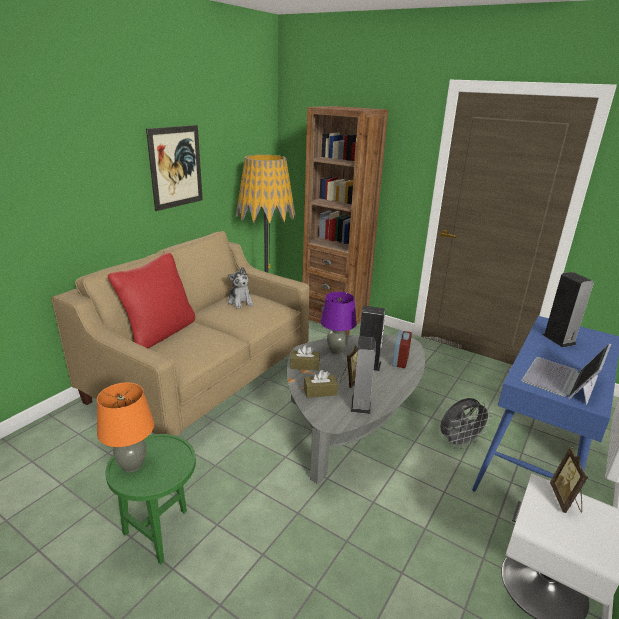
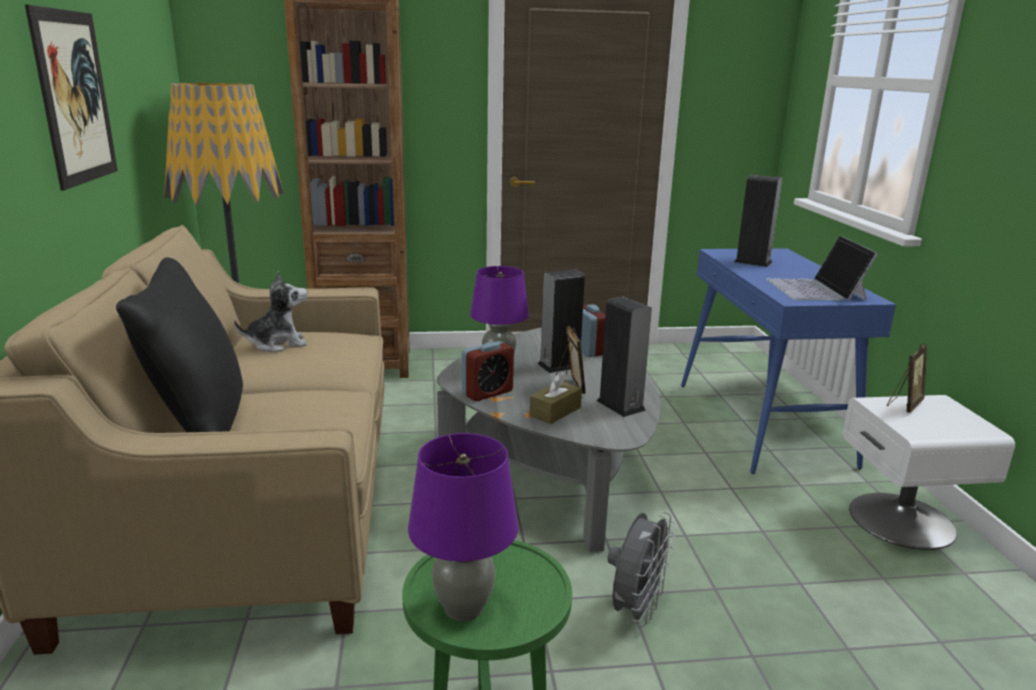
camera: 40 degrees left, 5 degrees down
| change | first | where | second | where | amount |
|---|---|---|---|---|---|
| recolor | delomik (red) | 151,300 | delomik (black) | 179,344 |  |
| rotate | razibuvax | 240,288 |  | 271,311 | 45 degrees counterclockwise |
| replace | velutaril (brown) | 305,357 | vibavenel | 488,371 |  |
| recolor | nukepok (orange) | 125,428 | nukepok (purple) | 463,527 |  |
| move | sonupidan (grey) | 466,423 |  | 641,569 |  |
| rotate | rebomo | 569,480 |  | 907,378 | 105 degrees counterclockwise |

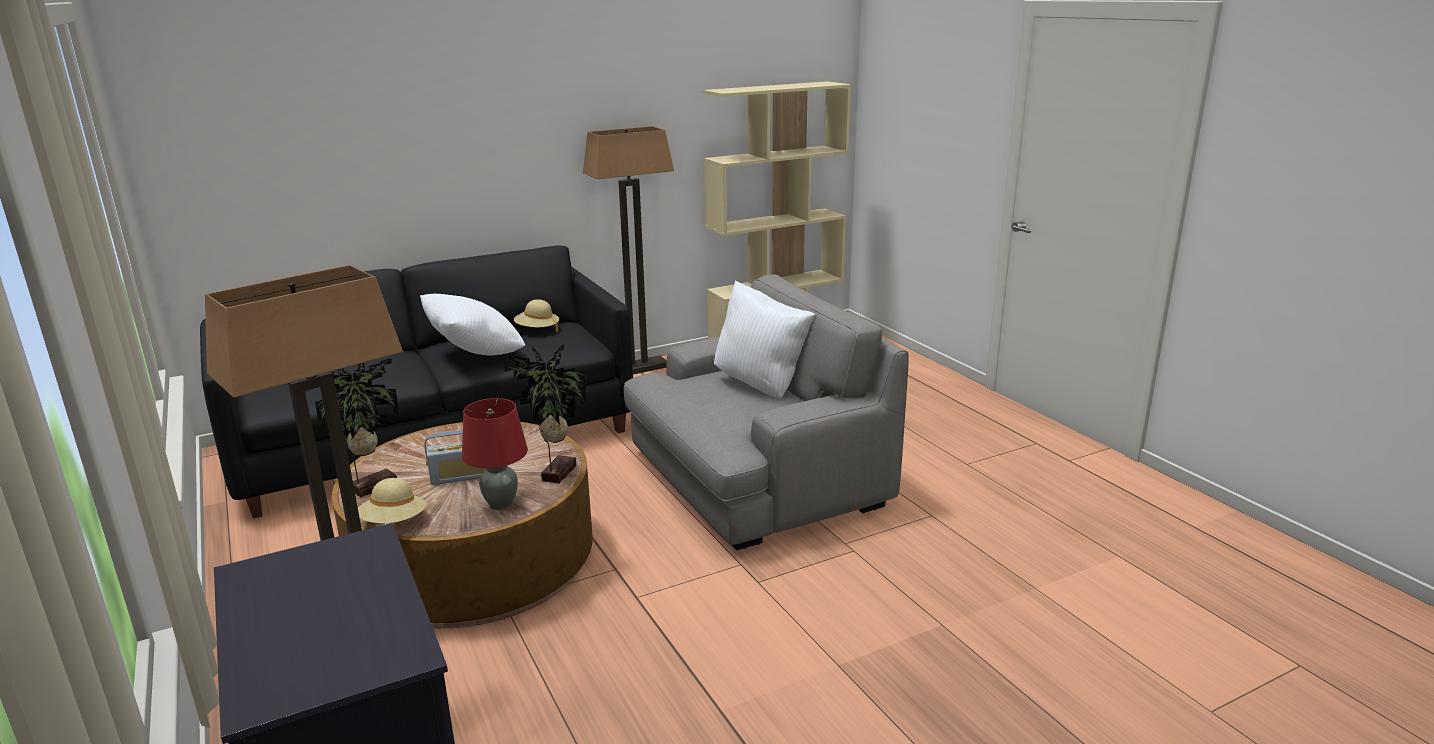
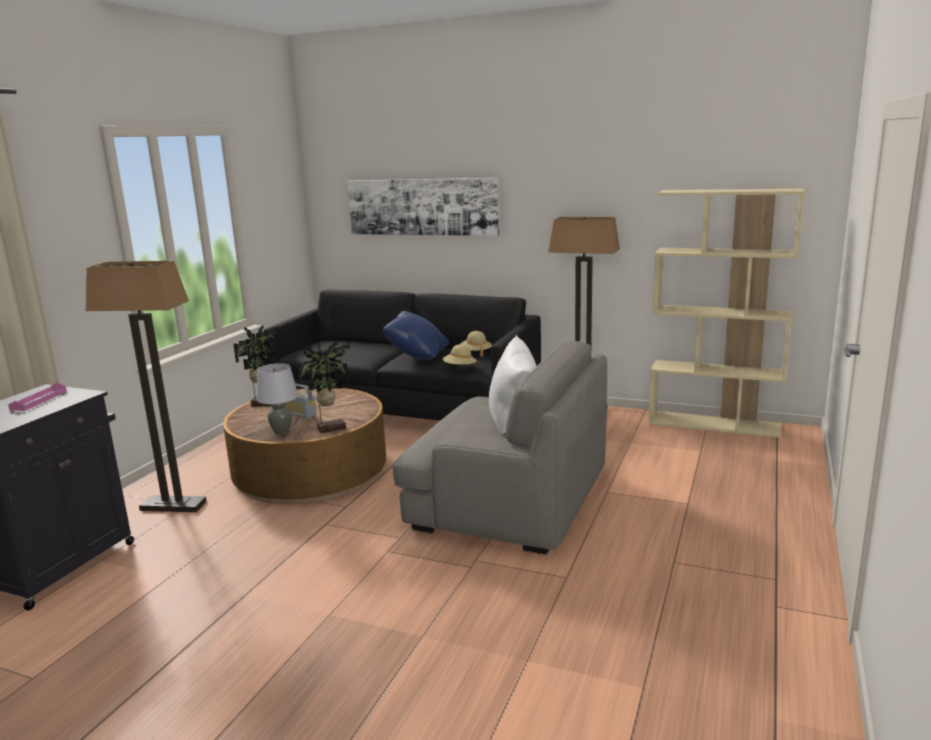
camera: 50 degrees right, 5 degrees down
| change | first | where | second | where | amount |
|---|---|---|---|---|---|
| recolor | delomik (white) | 472,324 | delomik (blue) | 416,335 |  |
| recolor | nukepok (red) | 495,454 | nukepok (grey) | 277,398 |  |
| move | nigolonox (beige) | 392,500 |  | 460,354 |  |
| insert |  |  | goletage | 423,207 |  |
| insert |  |  | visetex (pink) | 37,396 |  |

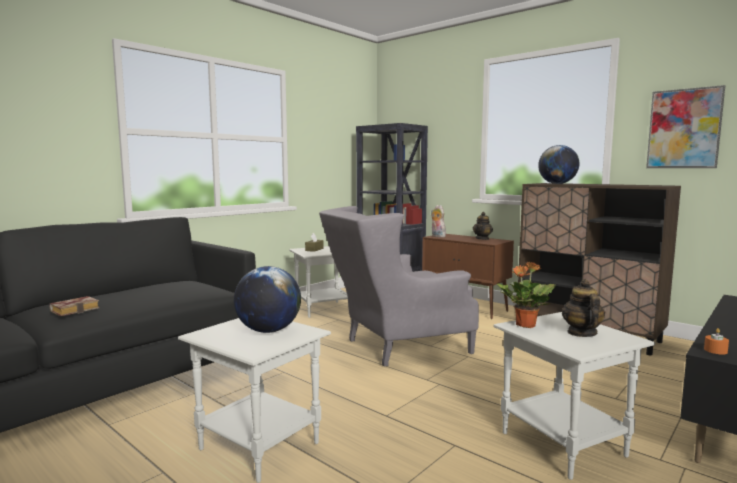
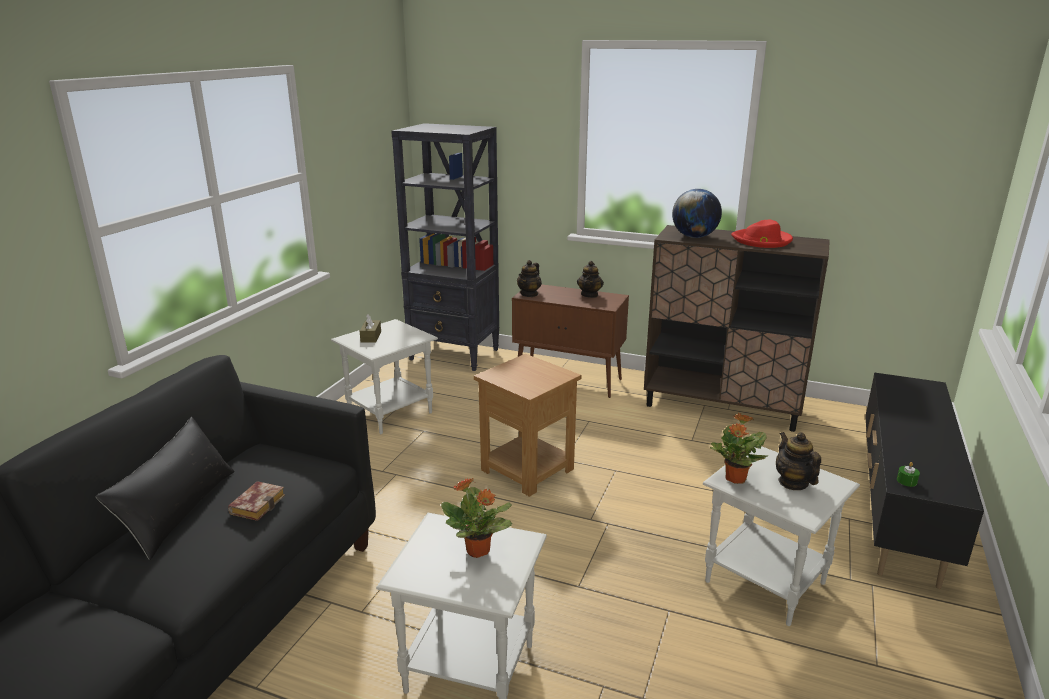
camera: 20 degrees left, 15 degrees up
| change | first | where | second | where | amount |
|---|---|---|---|---|---|
| delete | goletage | 685,126 |  |  |  |
| replace | razibuvax | 438,221 | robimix | 529,278 |  |
| replace | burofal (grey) | 399,286 | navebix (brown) | 528,425 |  |
| replace | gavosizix | 267,299 | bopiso | 476,518 |  |
| move | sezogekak | 75,306 |  | 256,501 |  |
| recolor | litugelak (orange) | 716,341 | litugelak (green) | 908,474 |  |
| insert |  |  | nigolonox (red) | 762,234 |  |
| insert |  |  | delomik (black) | 165,488 |  |

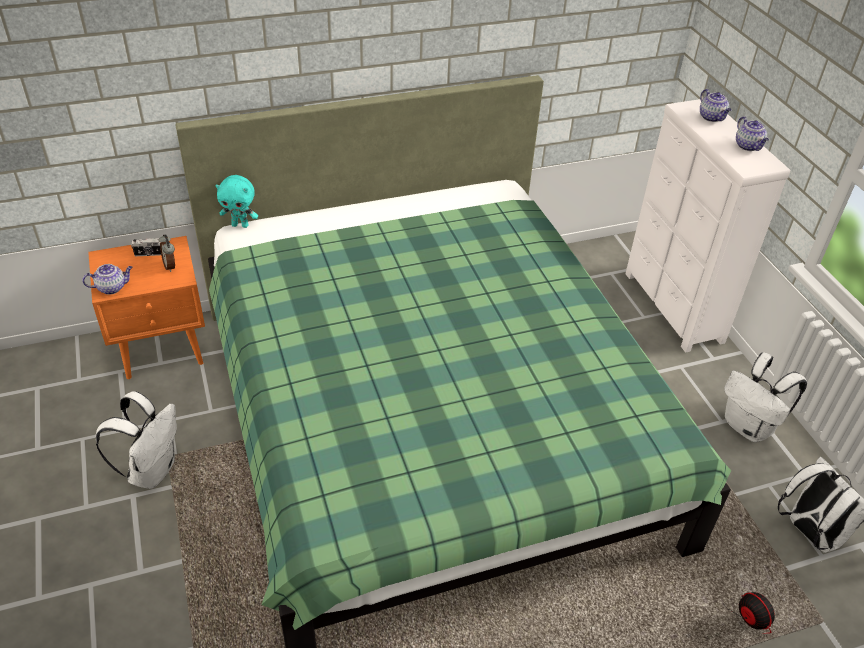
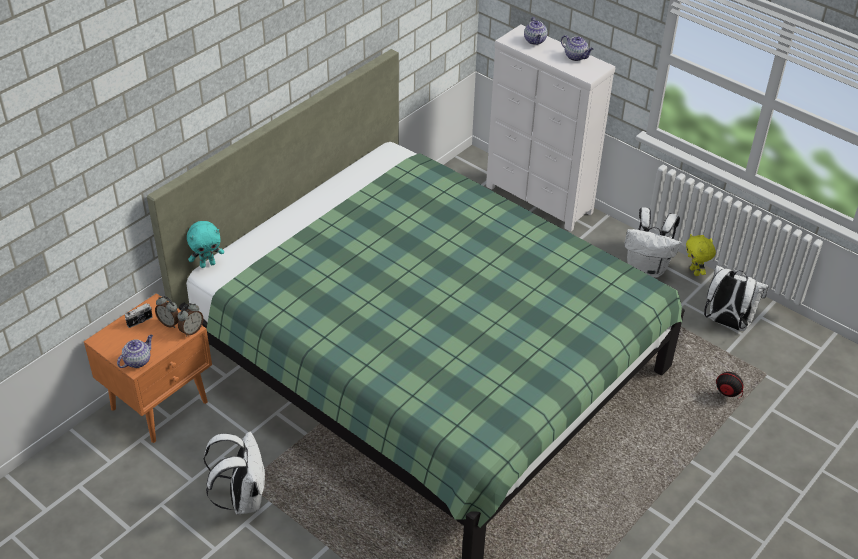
camera: 30 degrees left, 0 degrees up
| change | first | where | second | where | amount |
|---|---|---|---|---|---|
| rotate | robimix | 715,105 |  | 535,31 | 45 degrees clockwise |
| insert |  |  | razibuvax (yellow) | 701,255 |  |
| insert |  |  | vibavenel | 191,320 |  |

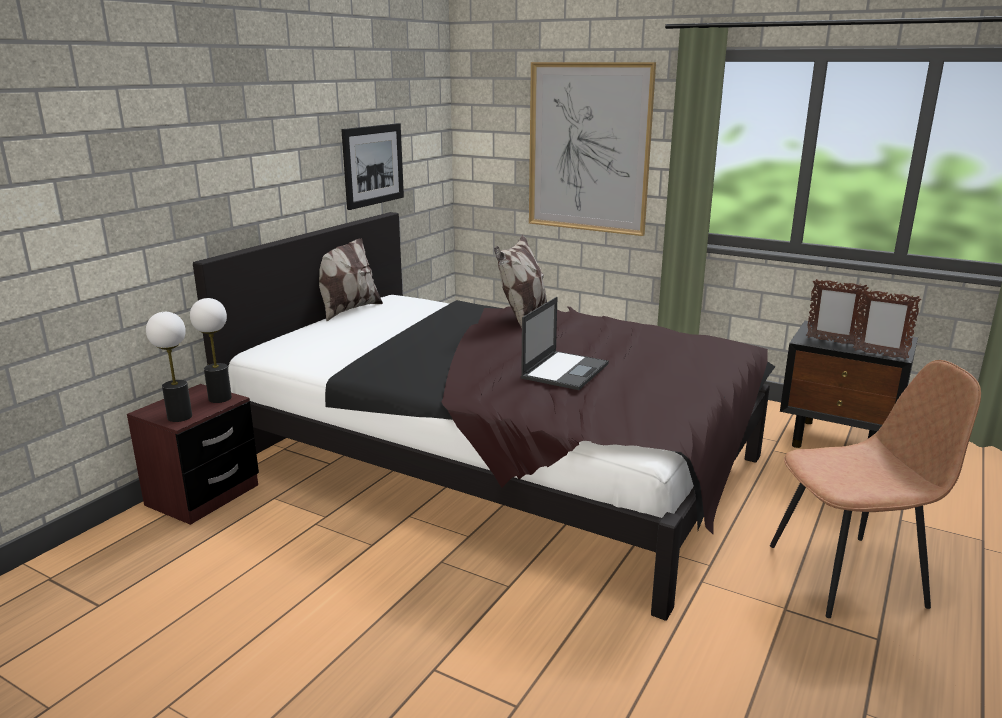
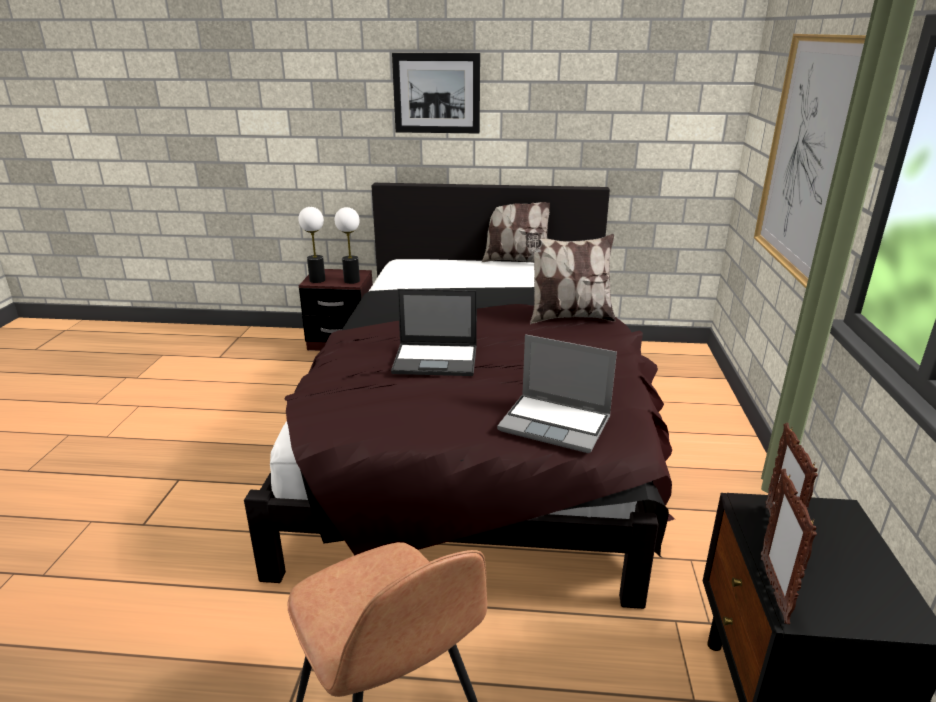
camera: 65 degrees right, 5 degrees up
| change | first | where | second | where | amount |
|---|---|---|---|---|---|
| move | goletage | 372,166 |  | 436,93 |  |
| insert |  |  | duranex | 557,393 |  |

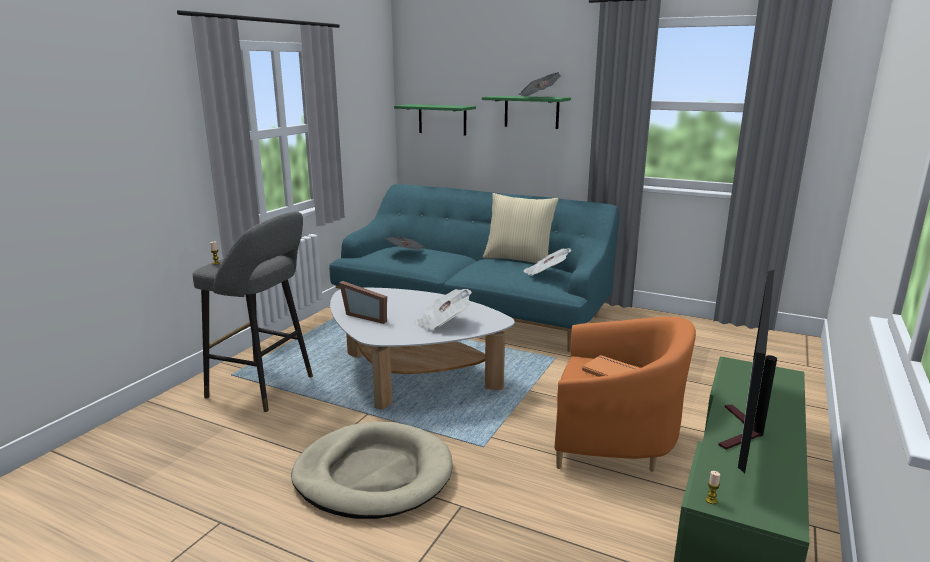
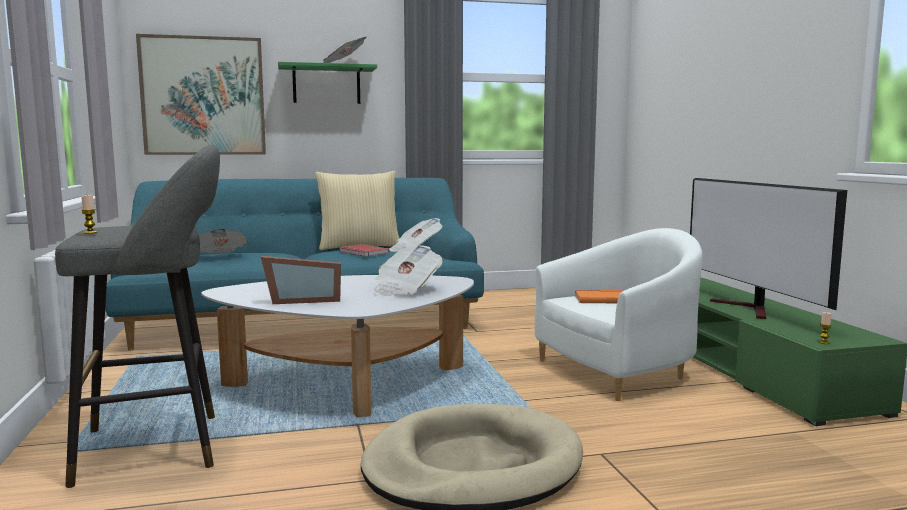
camera: 40 degrees left, 10 degrees down
| change | first | where | second | where | amount |
|---|---|---|---|---|---|
| replace | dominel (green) | 435,120 | goletage | 201,94 |  |
| recolor | burofal (orange) | 625,394 | burofal (white) | 619,314 |  |
| insert |  |  | sezogekak (red) | 364,250 |  |

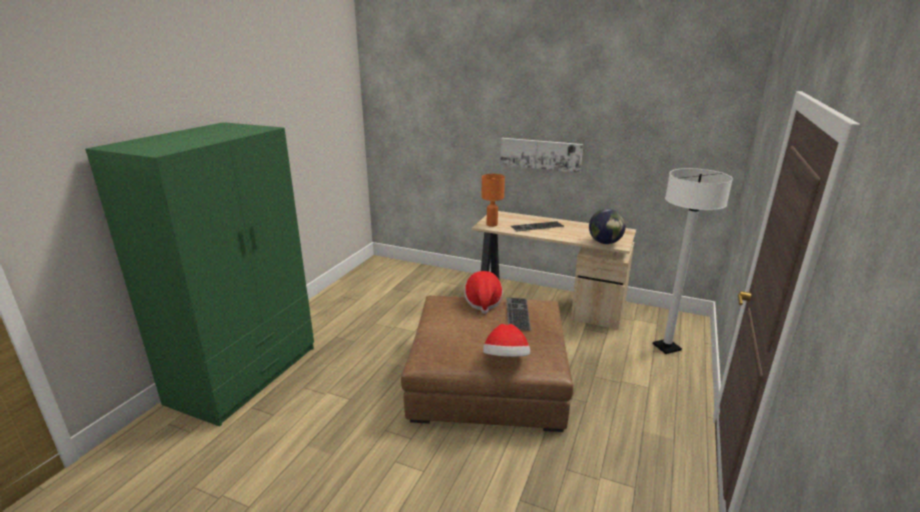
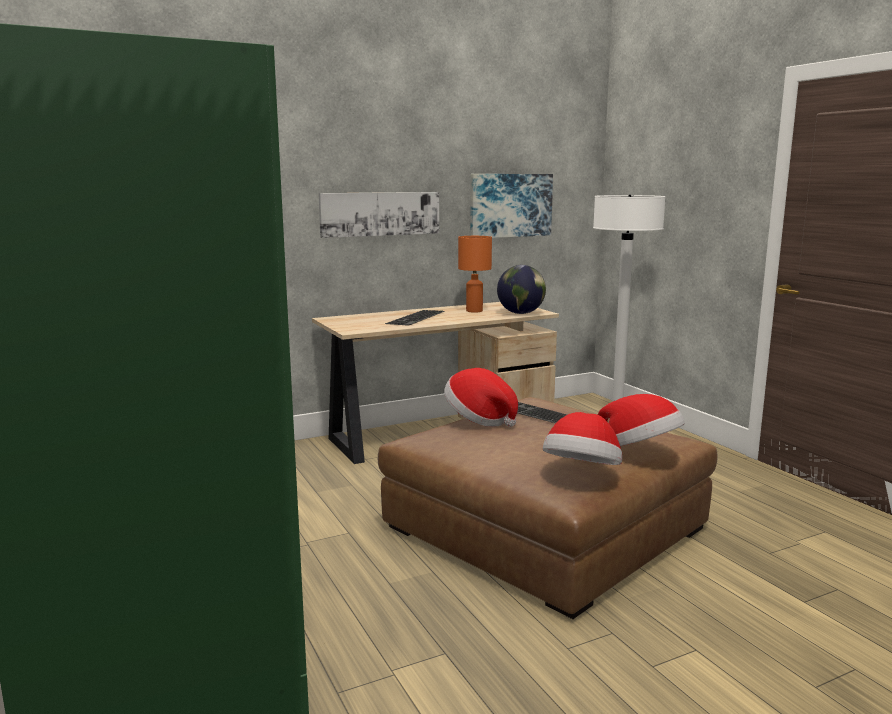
camera: 50 degrees left, 10 degrees down
| change | first | where | second | where | amount |
|---|---|---|---|---|---|
| move | nukepok (orange) | 493,200 |  | 475,274 |  |
| insert |  |  | goletage | 511,206 |  |
| insert |  |  | nigolonox | 582,438 |  |

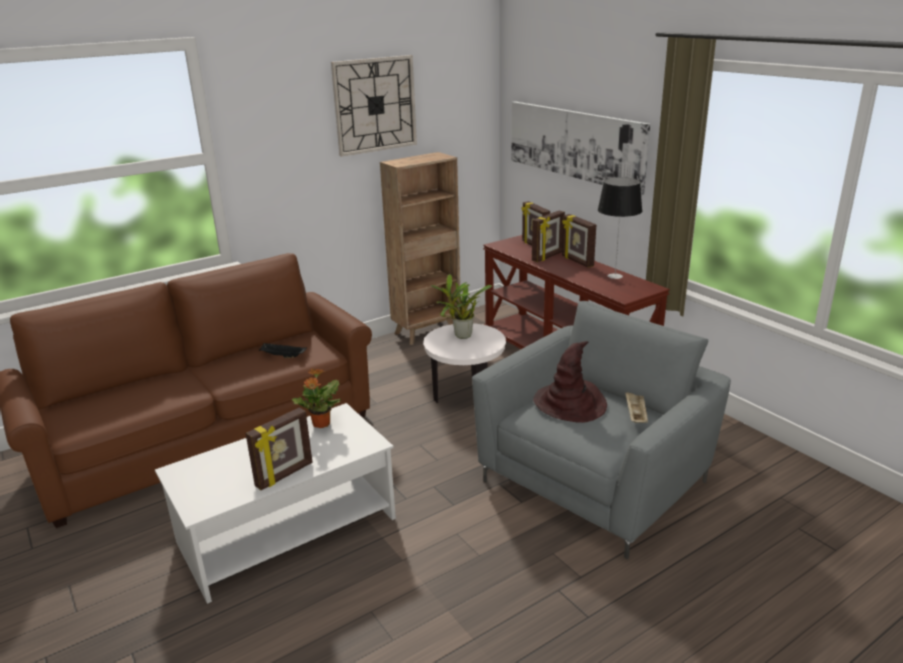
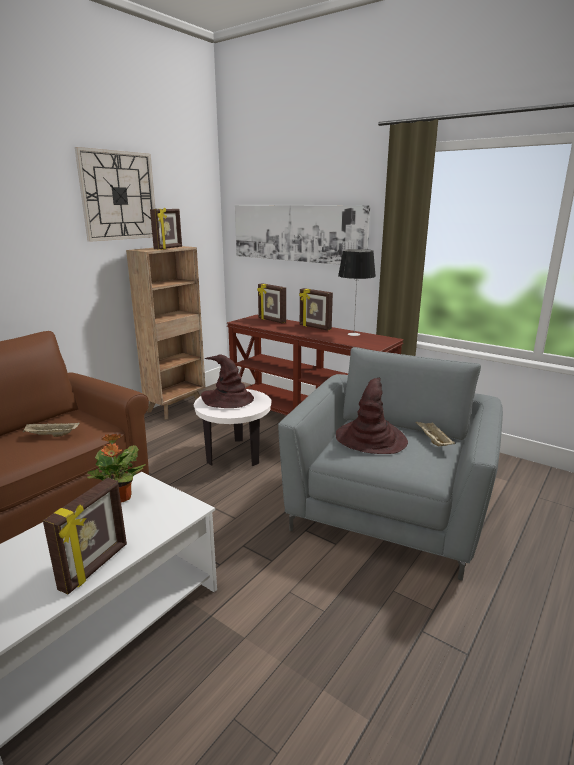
camera: 20 degrees left, 5 degrees down
| change | first | where | second | where | amount |
|---|---|---|---|---|---|
| move | rebomo | 548,236 |  | 166,228 |  |
| replace | bopiso | 461,306 | nigolonox (brown) | 227,381 |  |
| recolor | visetex (black) | 283,350 | visetex (beige) | 51,430 |  |

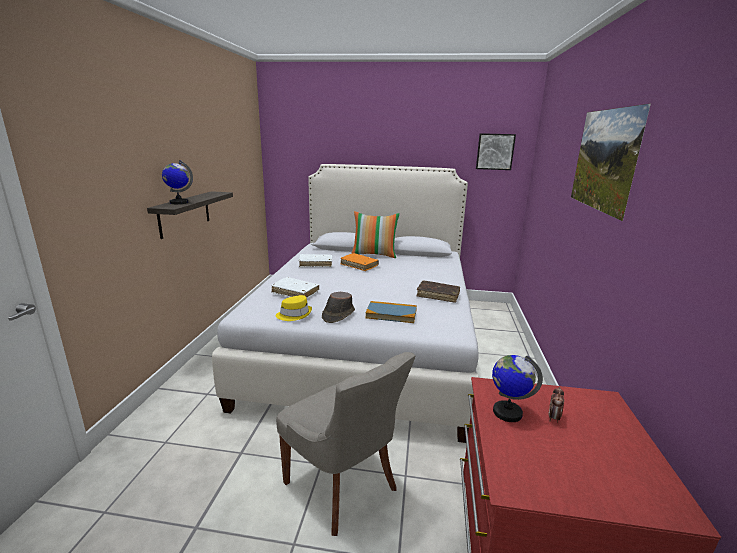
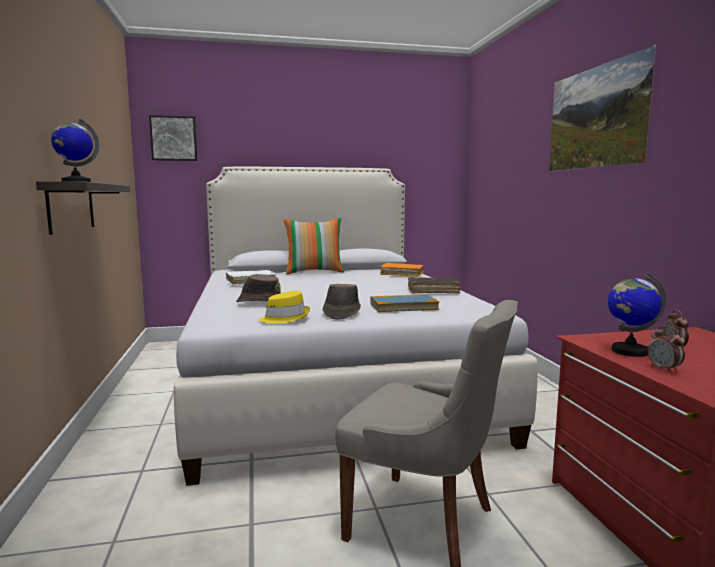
camera: 20 degrees left, 10 degrees down
| change | first | where | second | where | amount |
|---|---|---|---|---|---|
| move | goletage | 496,151 |  | 173,138 |  |
| move | sezogekak (orange) | 359,262 |  | 402,270 |  |
| replace | sezogekak (white) | 295,288 | nigolonox (brown) | 258,288 |  |
| insert |  |  | vibavenel | 666,349 |  |

